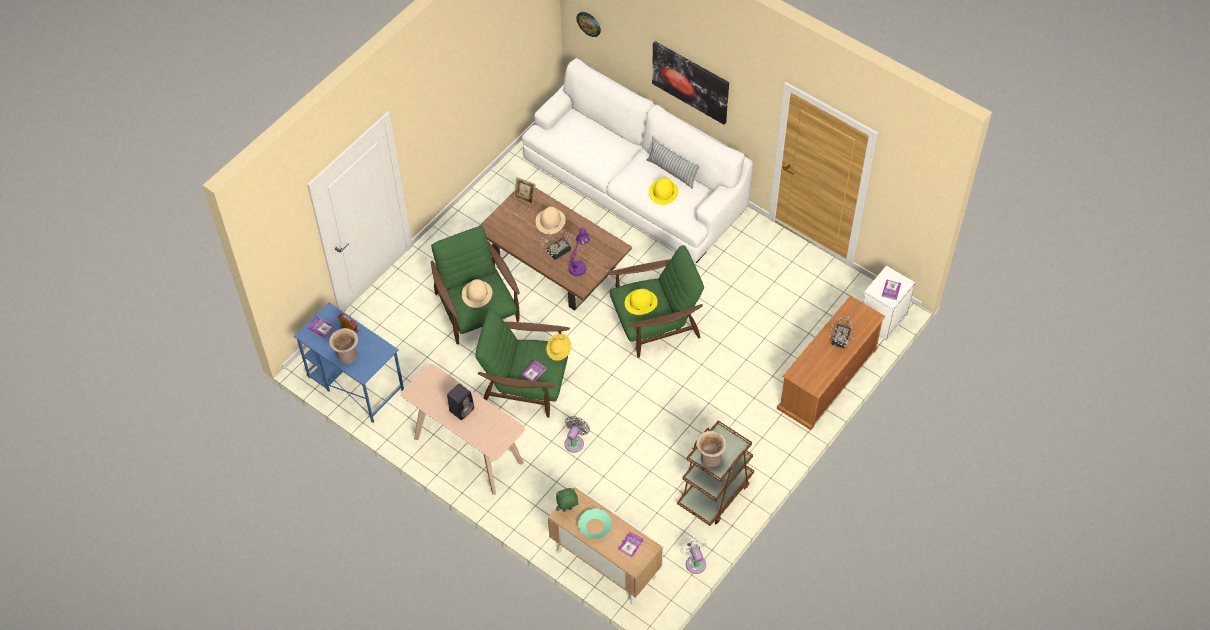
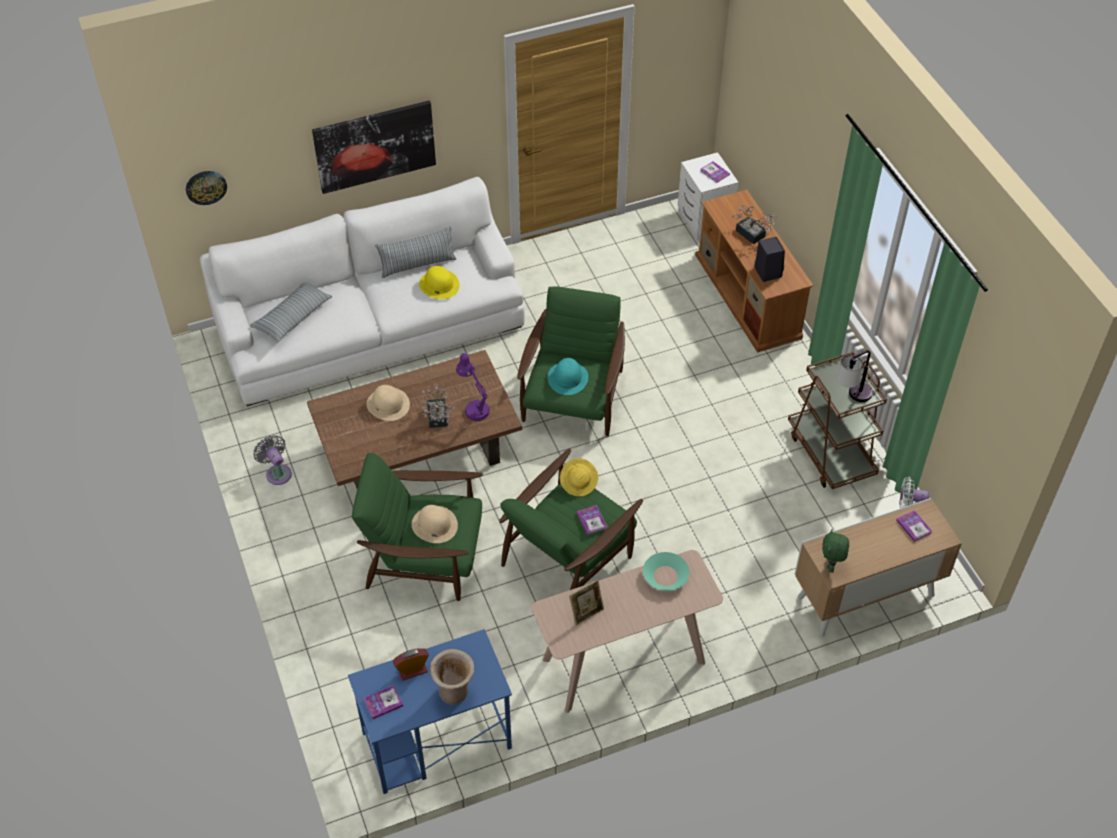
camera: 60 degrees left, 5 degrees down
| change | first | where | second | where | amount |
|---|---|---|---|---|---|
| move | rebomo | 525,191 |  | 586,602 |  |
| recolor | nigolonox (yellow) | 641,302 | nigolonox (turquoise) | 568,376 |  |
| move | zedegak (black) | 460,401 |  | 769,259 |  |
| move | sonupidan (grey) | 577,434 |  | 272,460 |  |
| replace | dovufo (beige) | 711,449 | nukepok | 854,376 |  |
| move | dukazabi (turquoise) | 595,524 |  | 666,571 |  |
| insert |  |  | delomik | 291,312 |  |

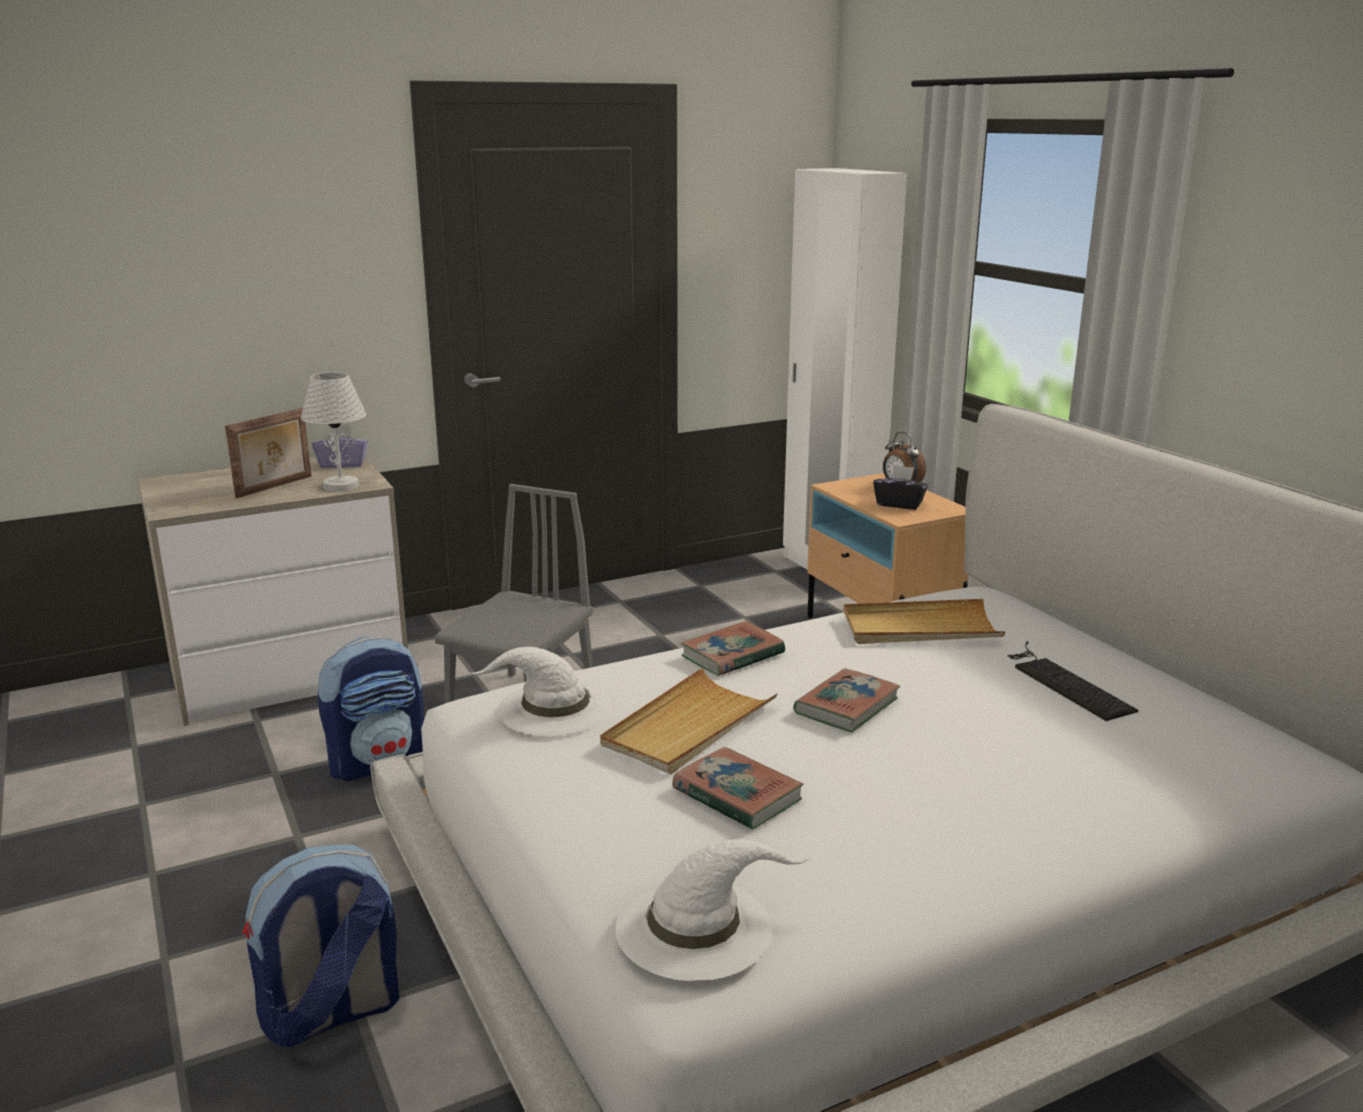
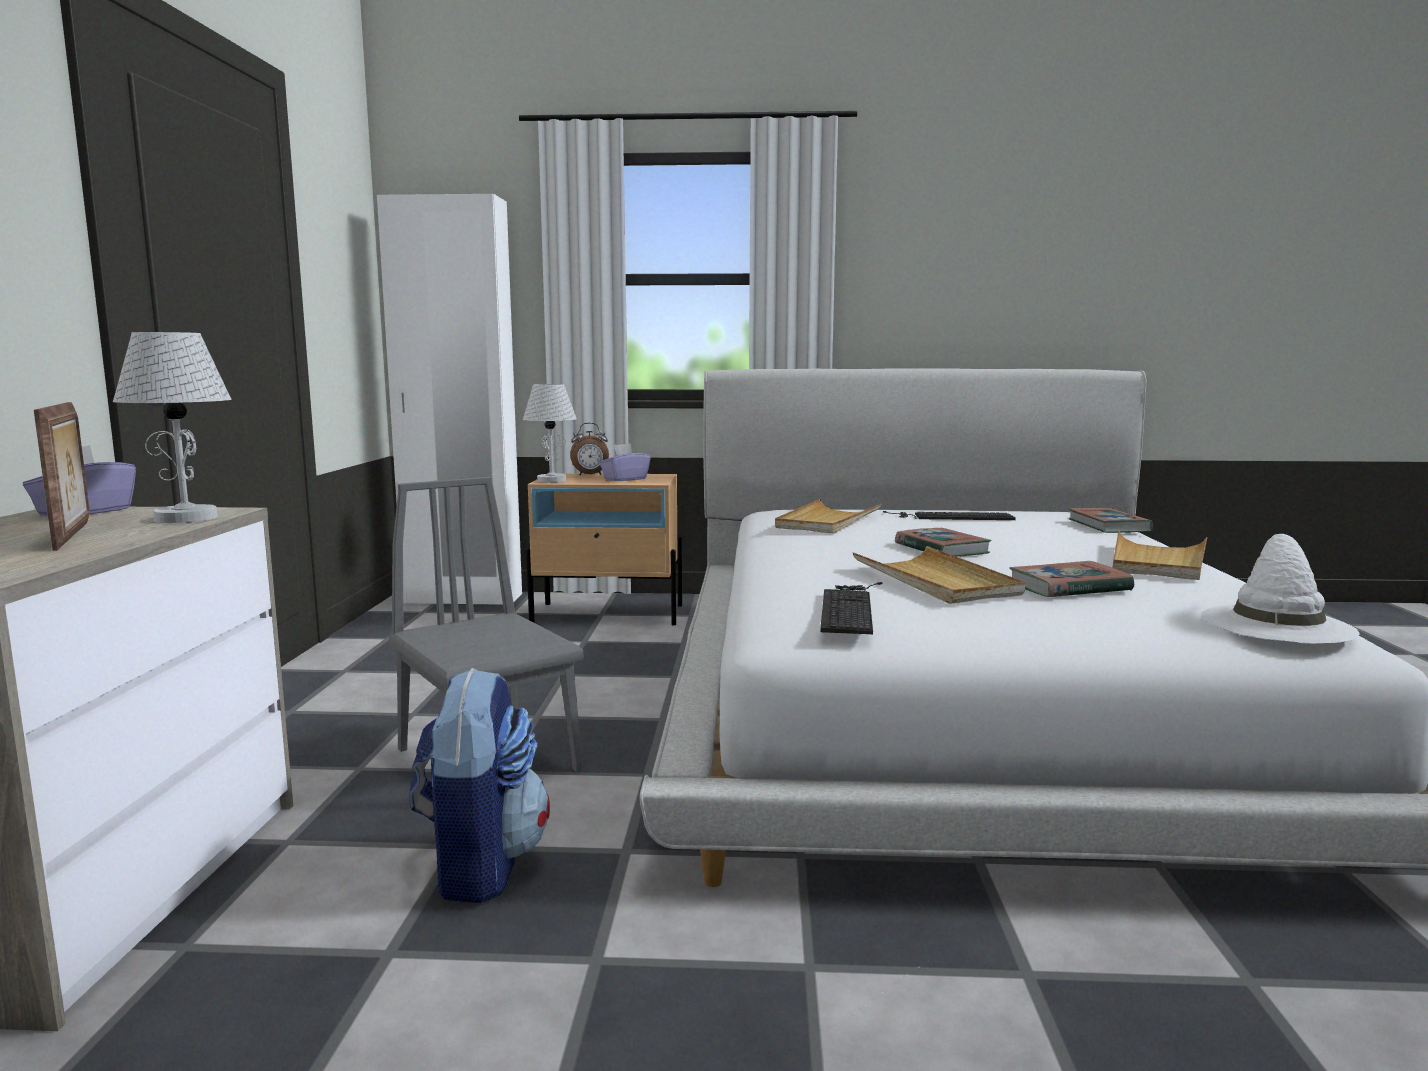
camera: 60 degrees left, 10 degrees down
| change | first | where | second | where | amount |
|---|---|---|---|---|---|
| recolor | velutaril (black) | 900,487 | velutaril (purple) | 625,462 |  |
| move | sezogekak | 733,648 |  | 1111,520 |  |
| replace | nigolonox (white) | 541,691 | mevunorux | 851,608 |  |
| delete | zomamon | 320,946 |  |  |  |
| insert |  |  | nukepok (white) | 550,433 |  |
| insert |  |  | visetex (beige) | 1160,555 |  |

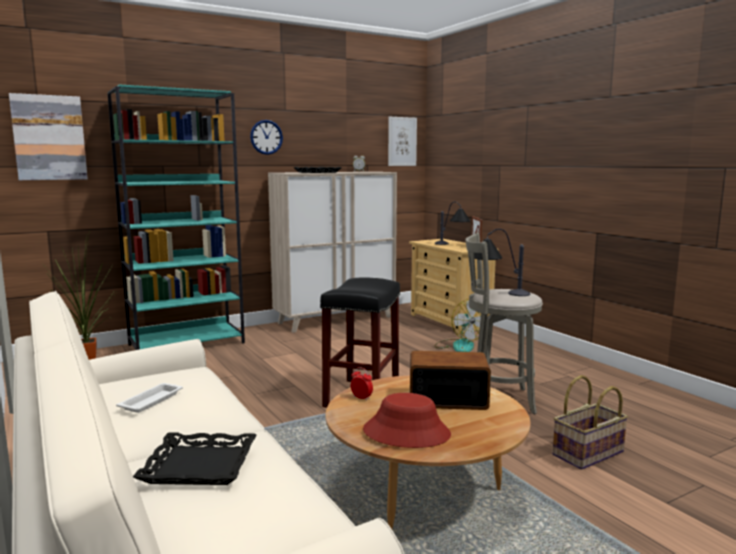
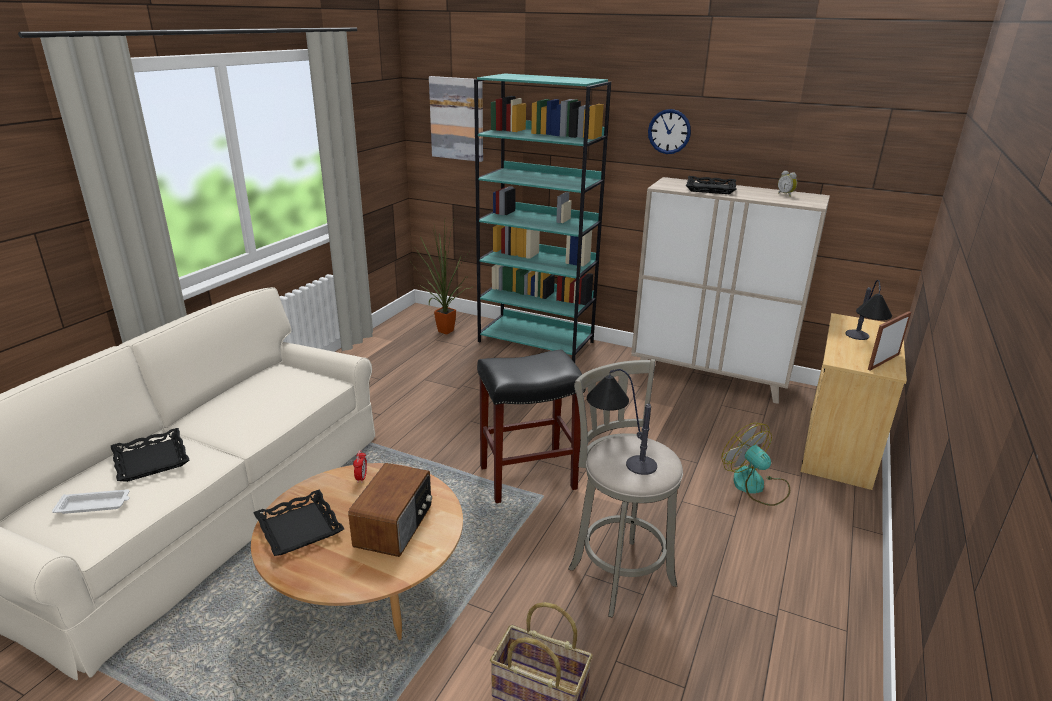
camera: 55 degrees right, 15 degrees up
| change | first | where | second | where | amount |
|---|---|---|---|---|---|
| delete | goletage | 402,141 |  |  |  |
| rotate | sonupidan | 457,325 |  | 755,464 | 120 degrees clockwise |
| rotate | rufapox | 450,380 |  | 390,510 | 45 degrees clockwise |
| move | visetex (white) | 149,398 |  | 91,501 |  |
| replace | nigolonox (red) | 407,420 | visetex (black) | 298,523 |  |

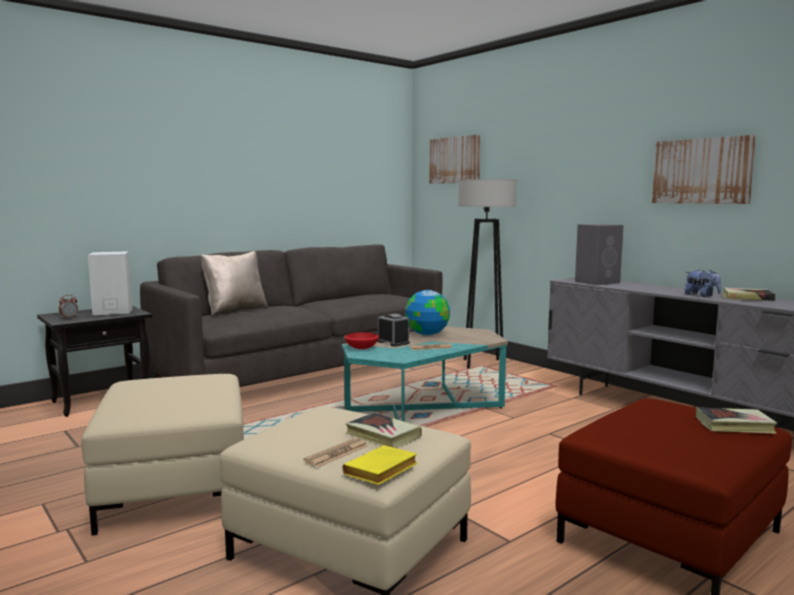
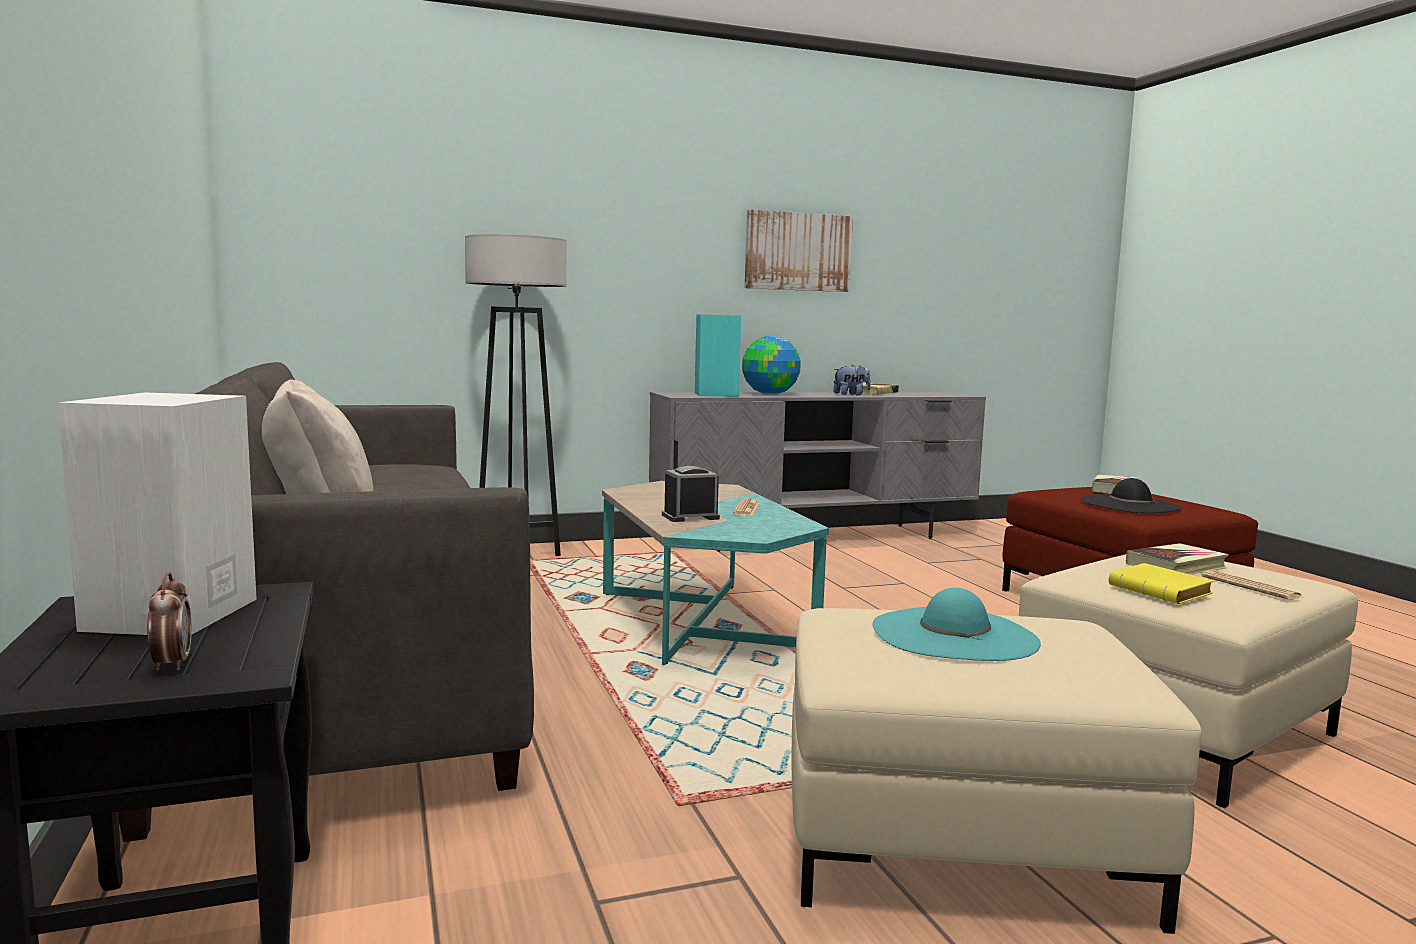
camera: 70 degrees left, 0 degrees up
| change | first | where | second | where | amount |
|---|---|---|---|---|---|
| delete | goletage | 454,159 |  |  |  |
| recolor | zedegak (grey) | 599,254 | zedegak (turquoise) | 718,356 |  |
| move | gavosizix | 427,313 |  | 771,365 |  |
| delete | dukazabi (red) | 362,340 |  |  |  |
| move | sezogekak (yellow) | 380,465 |  | 1161,583 |  |
| insert |  |  | nigolonox (black) | 1131,495 |  |
| insert |  |  | nigolonox (turquoise) | 957,624 |  |

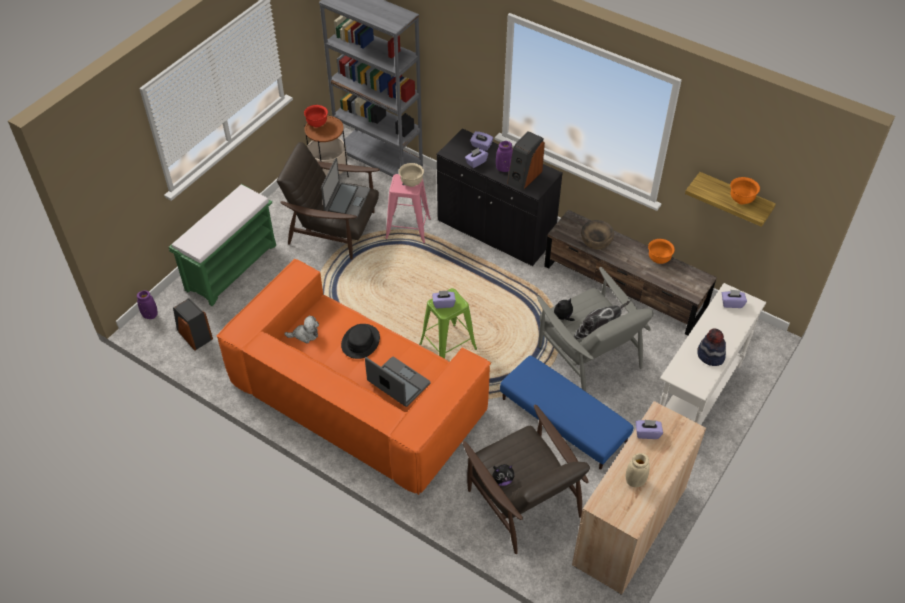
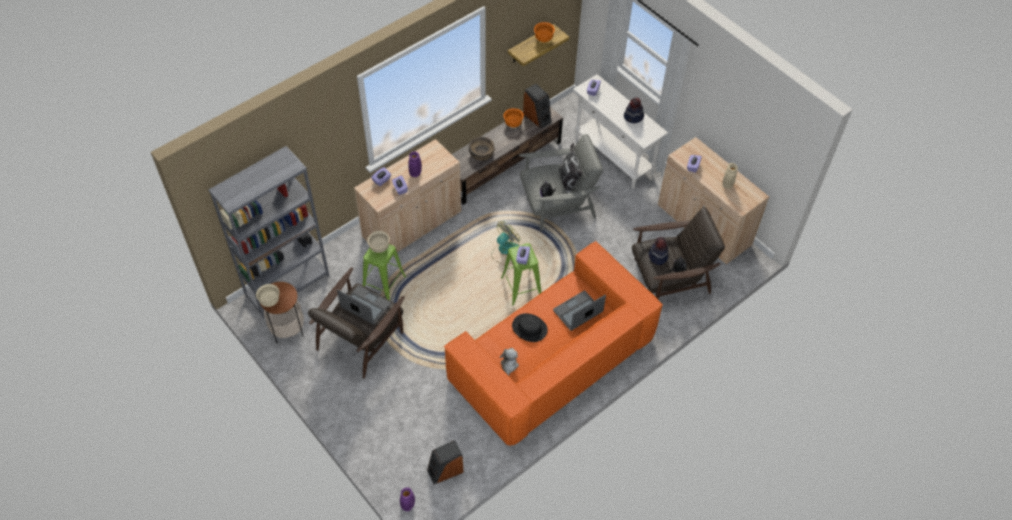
camera: 75 degrees left, 5 degrees up
| change | first | where | second | where | amount |
|---|---|---|---|---|---|
| recolor | dukazabi (red) | 316,116 | dukazabi (beige) | 268,295 |  |
| recolor | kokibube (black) | 500,197 | kokibube (beige) | 407,195 |  |
| move | zedegak | 526,161 |  | 537,106 |  |
| recolor | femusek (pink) | 408,209 | femusek (green) | 384,272 |  |
| delete | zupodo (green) | 222,245 |  |  |  |
| delete | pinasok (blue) | 567,413 |  |  |  |
| insert |  |  | sonupidan | 505,242 |  |
| insert |  |  | nigolonox | 659,251 |  |

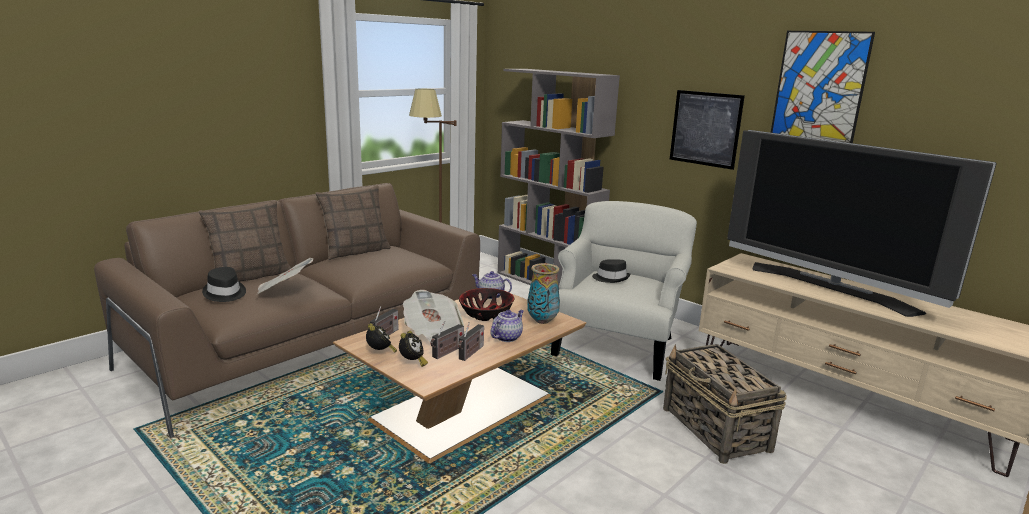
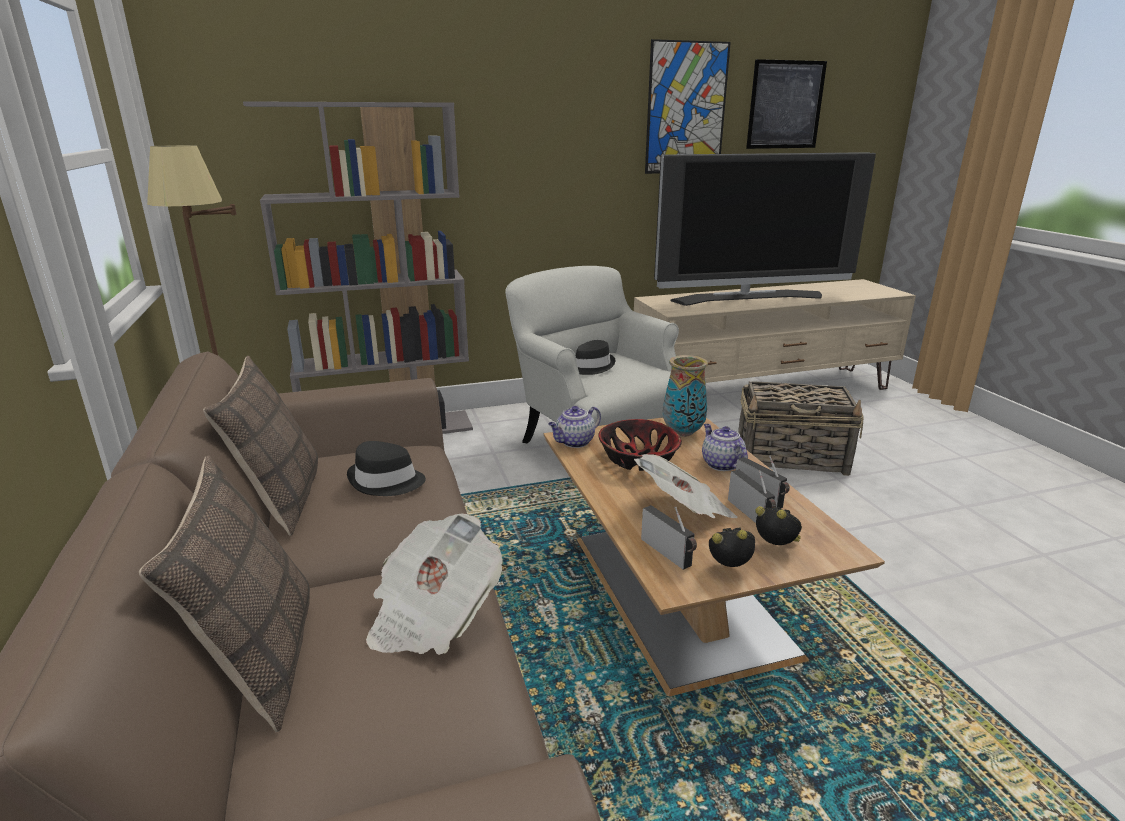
camera: 60 degrees left, 5 degrees up
| change | first | where | second | where | amount |
|---|---|---|---|---|---|
| move | goletage | 707,130 |  | 786,104 |  |
| move | nigolonox (black) | 224,284 |  | 386,468 |  |

